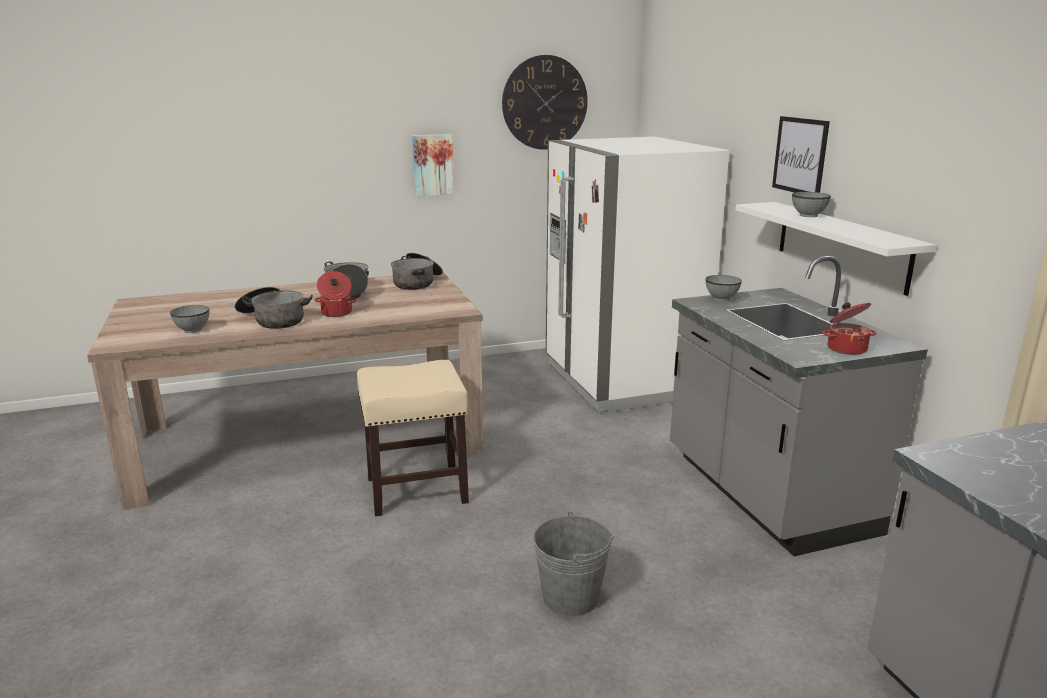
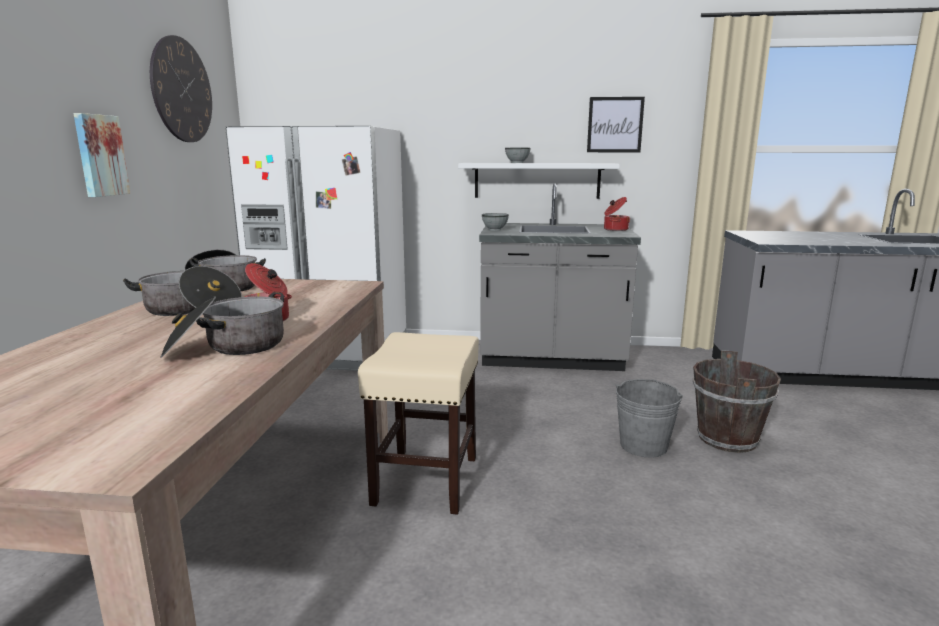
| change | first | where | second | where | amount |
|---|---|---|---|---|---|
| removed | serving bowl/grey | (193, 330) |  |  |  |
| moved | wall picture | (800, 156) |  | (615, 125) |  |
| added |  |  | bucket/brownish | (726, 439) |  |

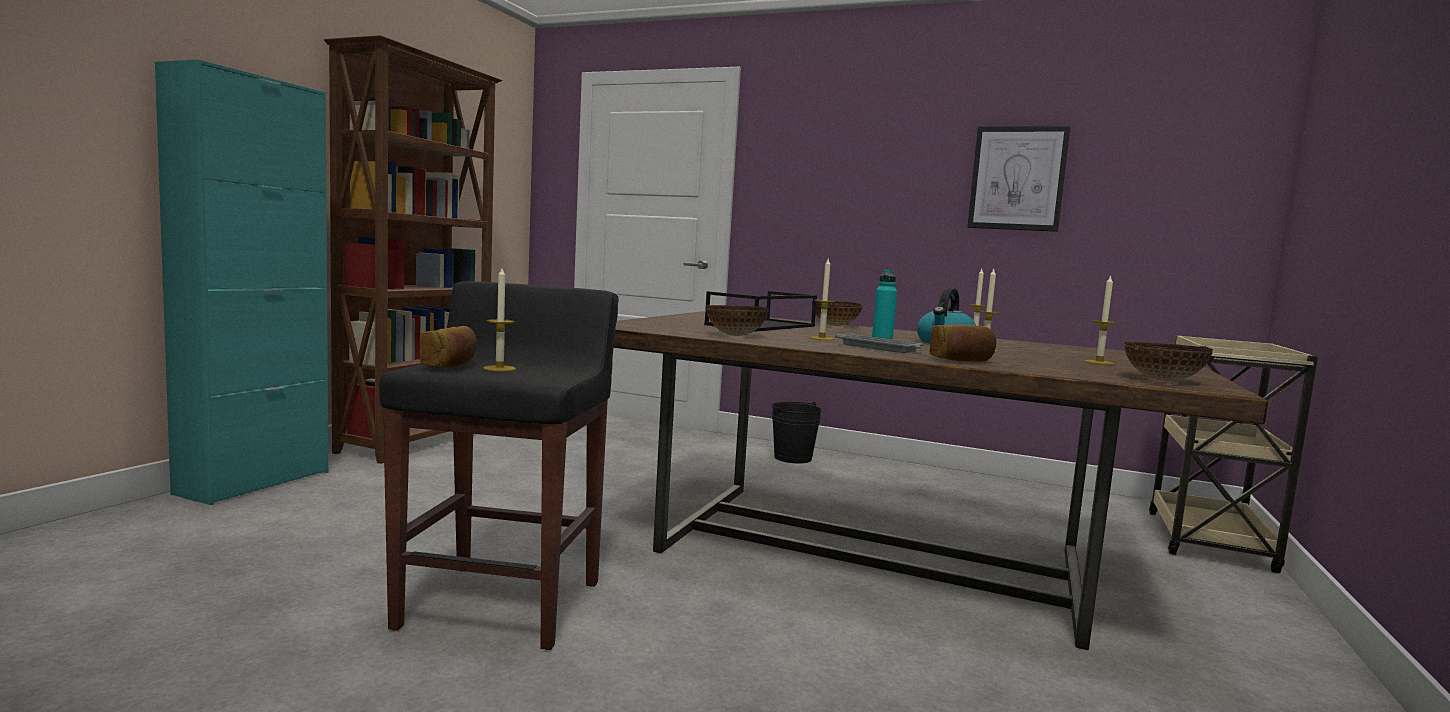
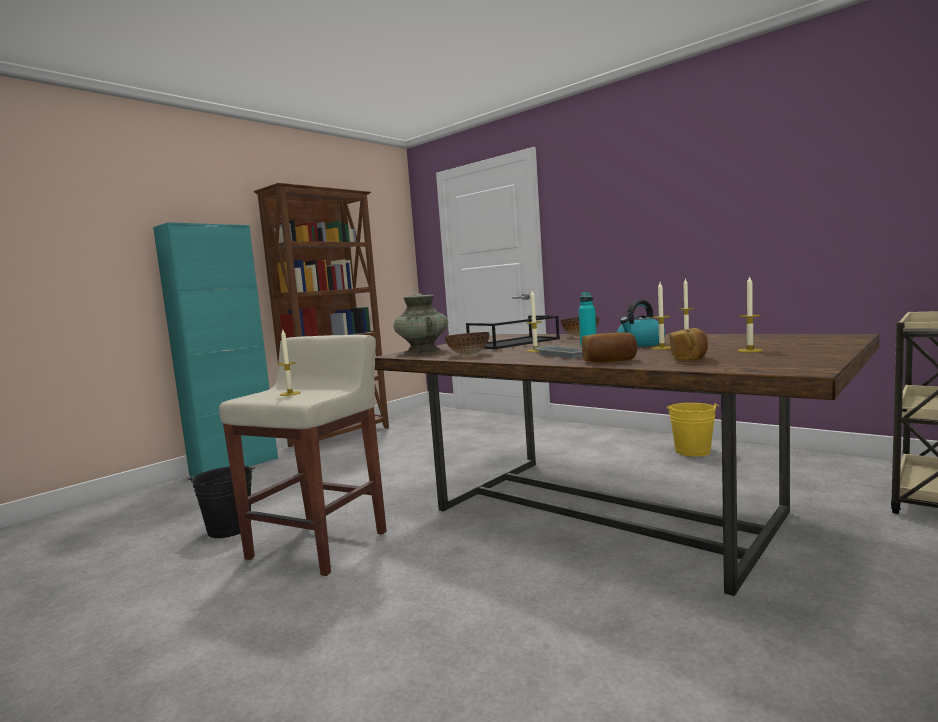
| change | first | where | second | where | amount |
|---|---|---|---|---|---|
| recoloured | sitting stool/black-coloured | (503, 603) | sitting stool/sand-coloured | (320, 544) |  |
| moved | bread | (450, 365) |  | (689, 359) |  |
| moved | bucket/black-coloured | (793, 458) |  | (229, 529) |  |
| removed | wall picture | (1017, 178) |  |  |  |
| removed | serving bowl | (1162, 380) |  |  |  |
| added |  |  | vase/blue-green | (422, 352) |  |
| added |  |  | bucket/yellow | (692, 451) |  |

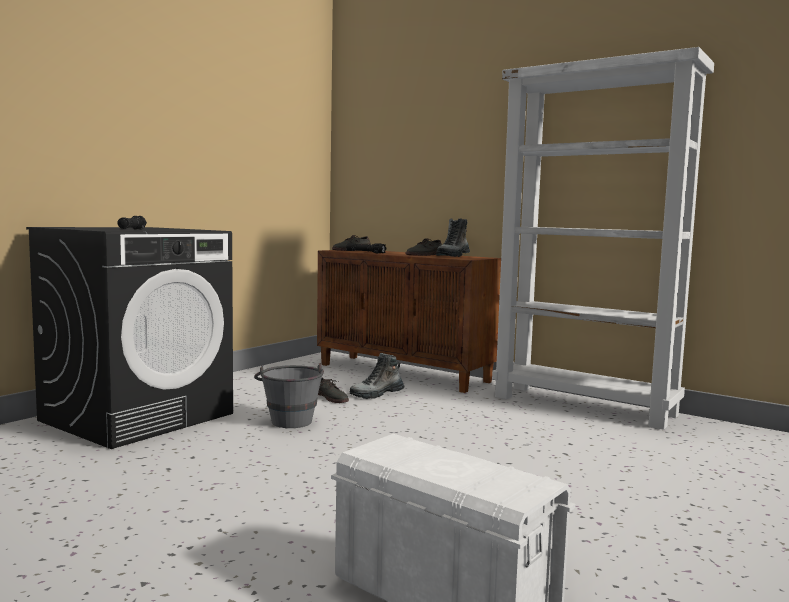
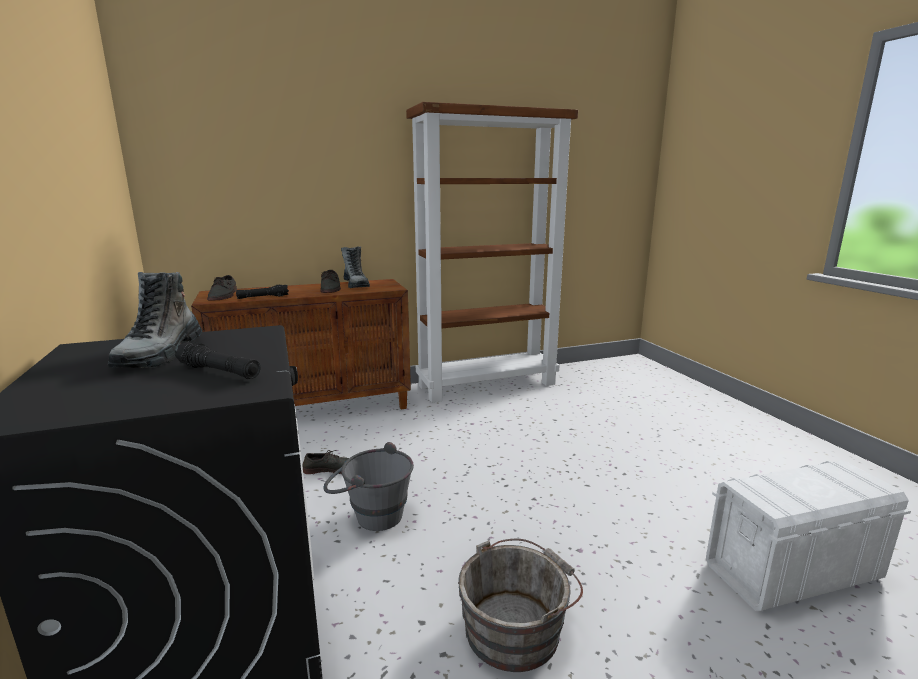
| change | first | where | second | where | amount |
|---|---|---|---|---|---|
| moved | high-top boot | (377, 394) |  | (161, 354) |  |
| recoloured | bookshelf/white-coloured | (585, 405) | bookshelf/brownish | (487, 384) |  |
| added |  |  | bucket/grey | (516, 627) |  |

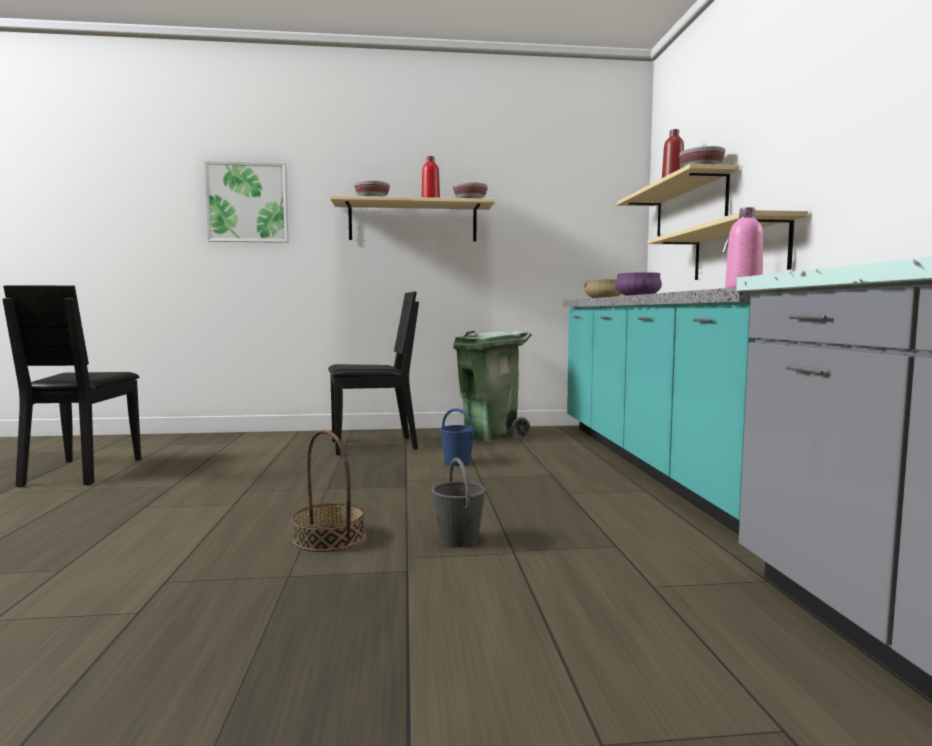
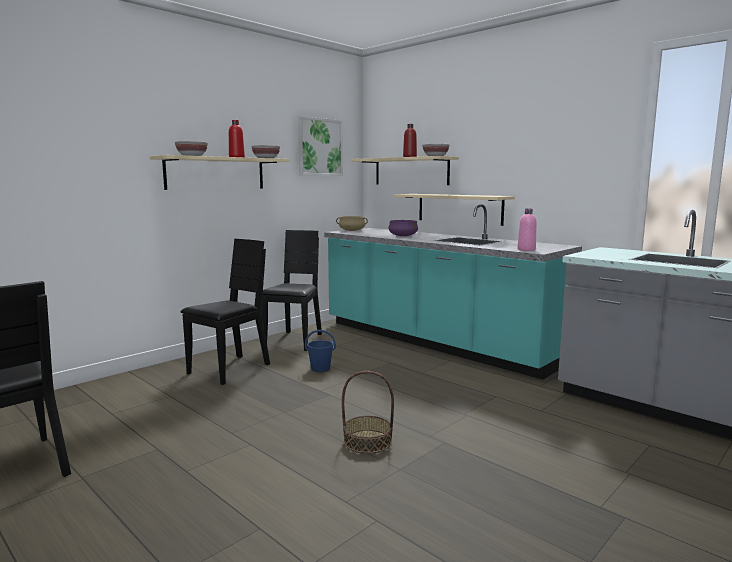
| change | first | where | second | where | amount |
|---|---|---|---|---|---|
| moved | wall picture | (247, 203) |  | (320, 147) |  |
| removed | bucket/grey | (458, 539) |  |  |  |
| replaced | waste bin/green-coloured | (491, 436) | chair/black-coloured | (294, 341) |  |

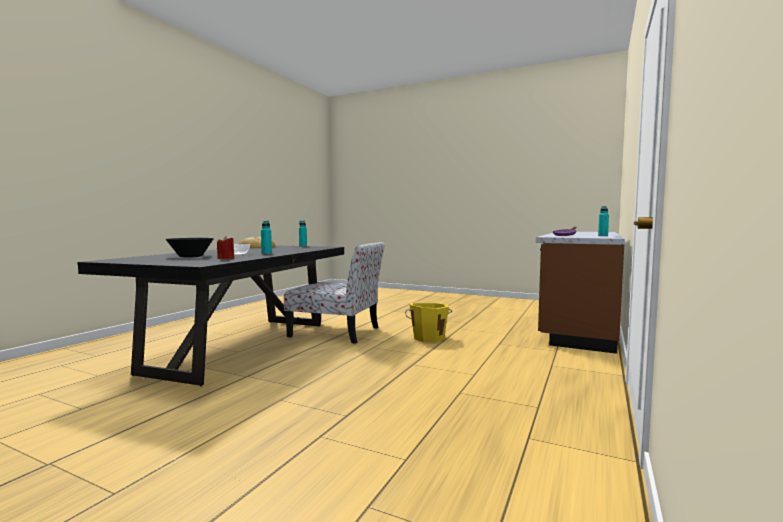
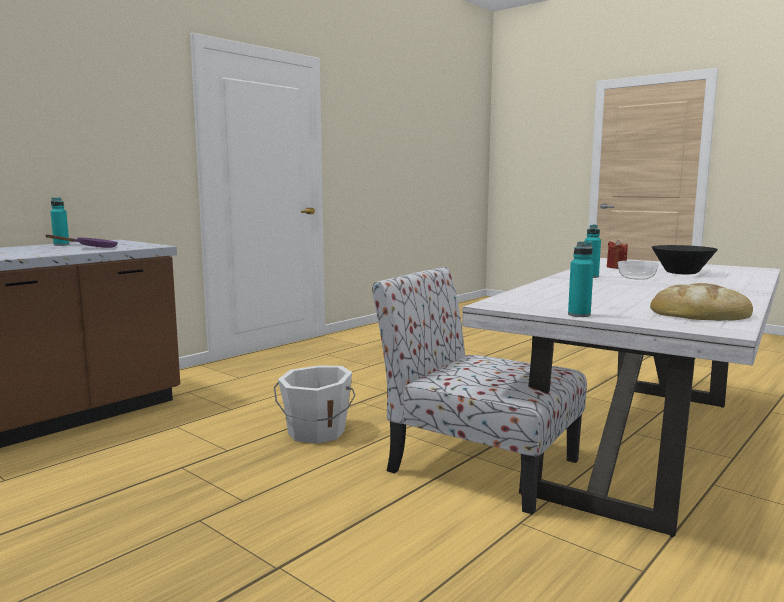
| change | first | where | second | where | amount |
|---|---|---|---|---|---|
| recoloured | dining table/black-coloured | (243, 346) | dining table/white-coloured | (638, 443) |  |
| recoloured | bucket/yellow | (428, 337) | bucket/white-coloured | (316, 432) |  |

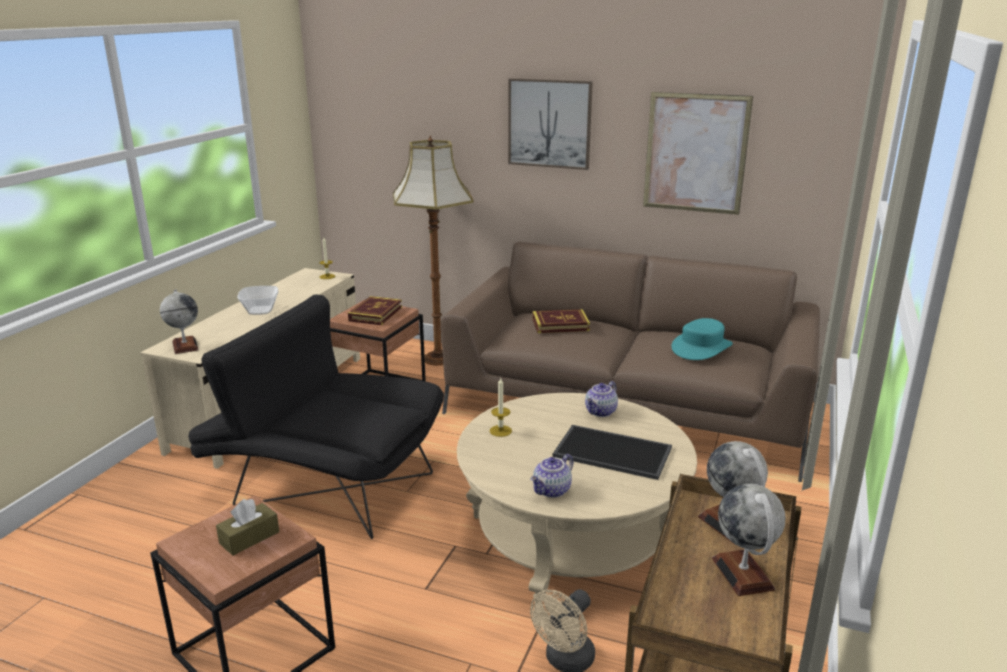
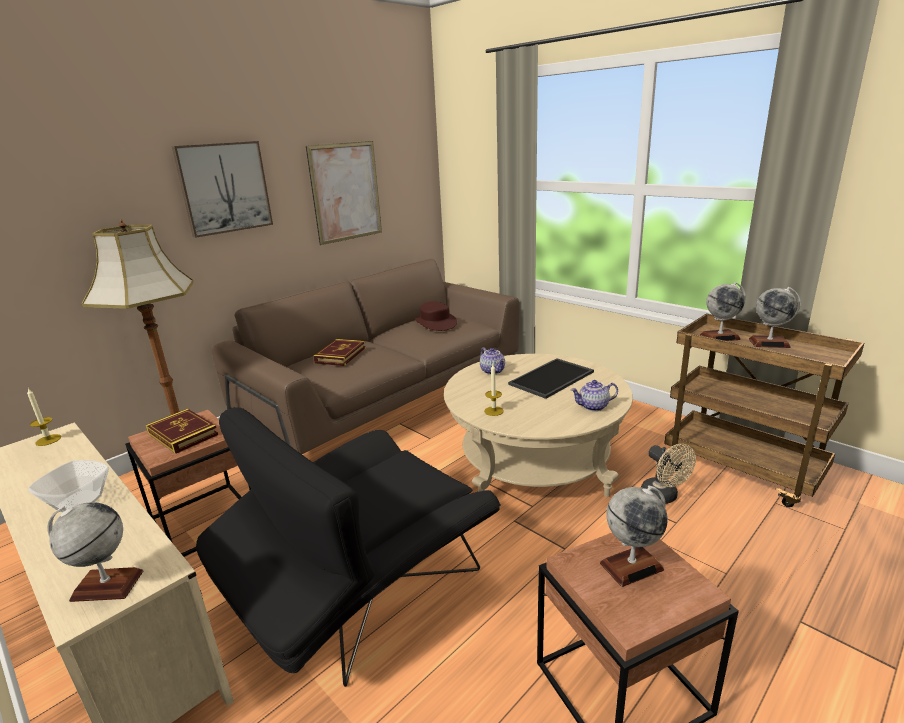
| change | first | where | second | where | amount |
|---|---|---|---|---|---|
| replaced | tissue box/brownish | (249, 537) | desk globe | (631, 566) |  |
| turned | pot for tea | (552, 491) |  | (593, 407) | 105 degrees clockwise |
| recoloured | wearable hat/blue-green | (701, 347) | wearable hat/brownish | (435, 323) |  |

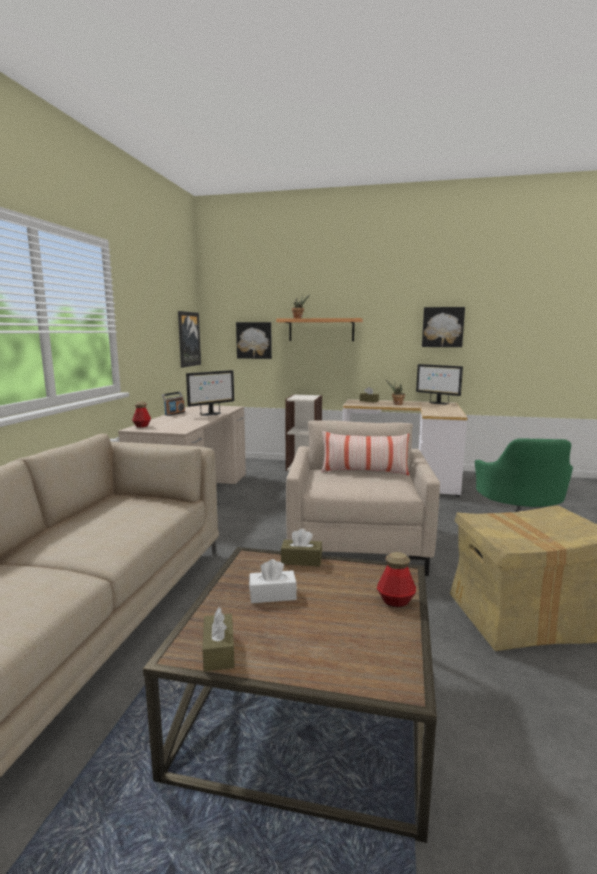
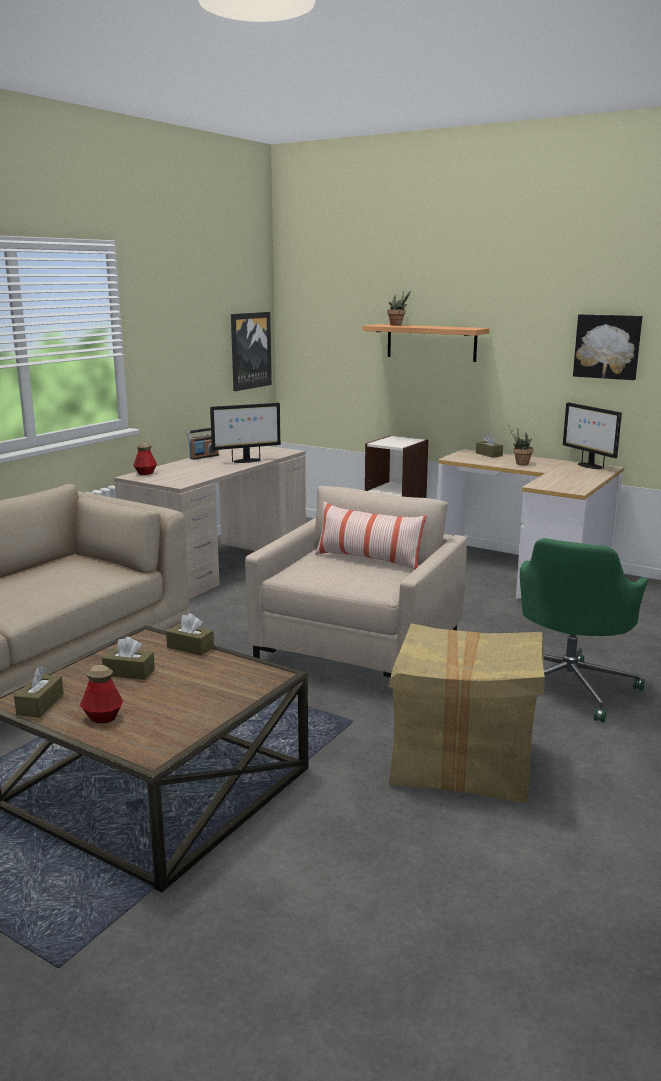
| change | first | where | second | where | amount |
|---|---|---|---|---|---|
| removed | wall picture | (254, 340) |  |  |  |
| recoloured | tissue box/white-coloured | (272, 595) | tissue box/brownish | (129, 672) |  |
| moved | beverage bottle | (395, 601) |  | (103, 717) |  |

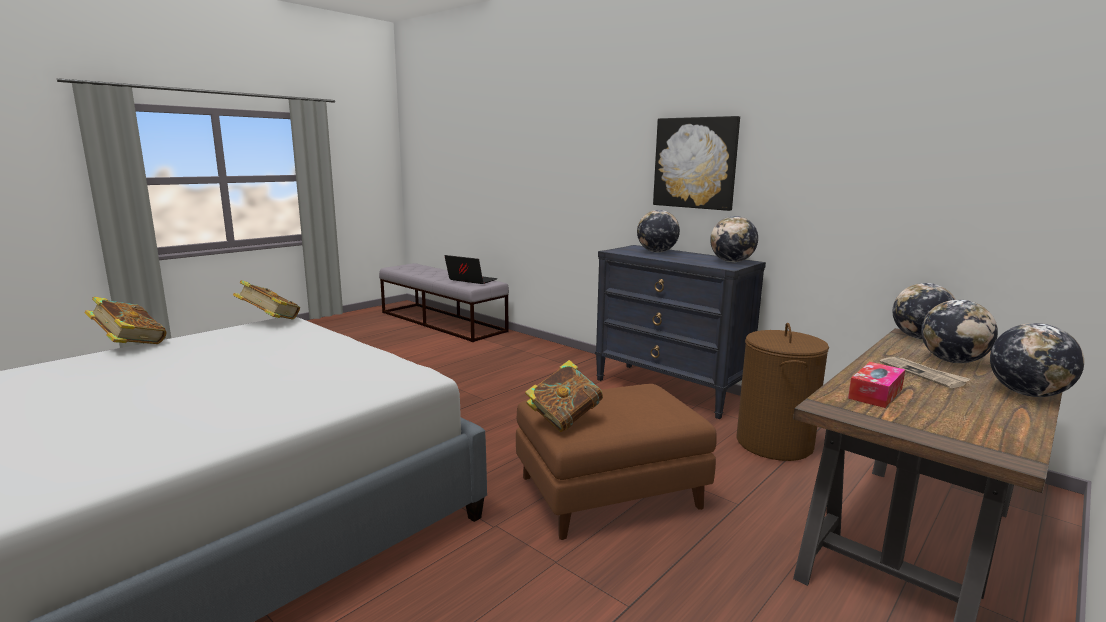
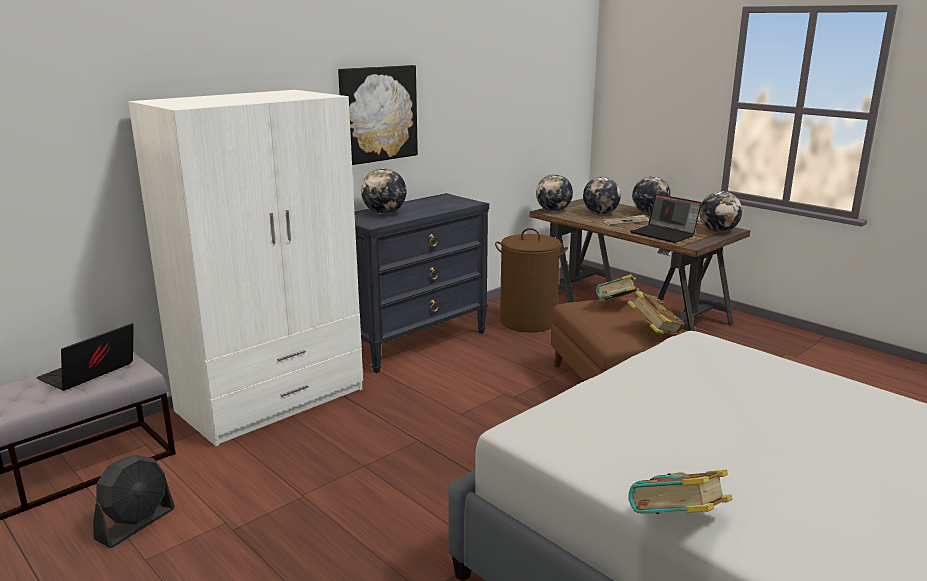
| change | first | where | second | where | amount |
|---|---|---|---|---|---|
| moved | book | (269, 321) |  | (616, 306) |  |
| moved | desk globe | (732, 262) |  | (718, 231) |  |
| replaced | tissue box | (875, 393) | notebook computer | (664, 234) |  |
| added |  |  | fan/black-coloured | (136, 524) |  |
| added |  |  | clothes cupboard/white-coloured | (272, 400) |  |

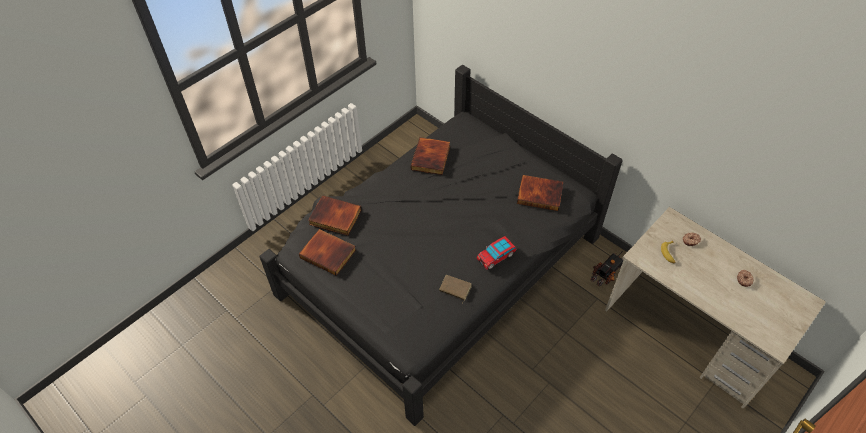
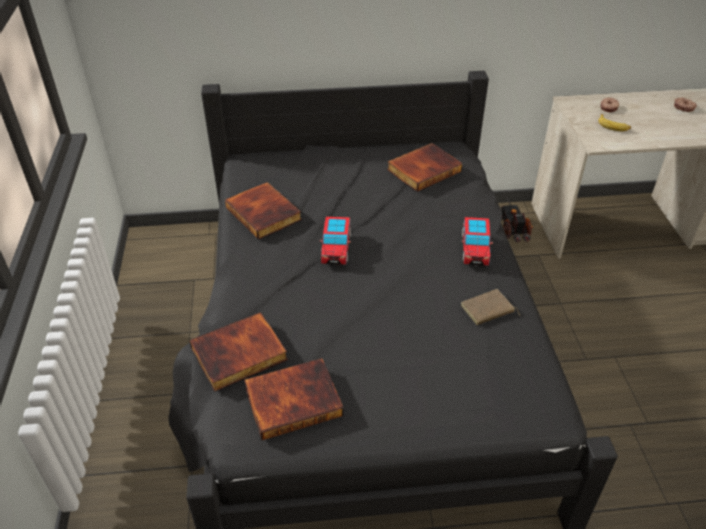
| change | first | where | second | where | amount |
|---|---|---|---|---|---|
| added |  |  | model car | (336, 247) |  |

